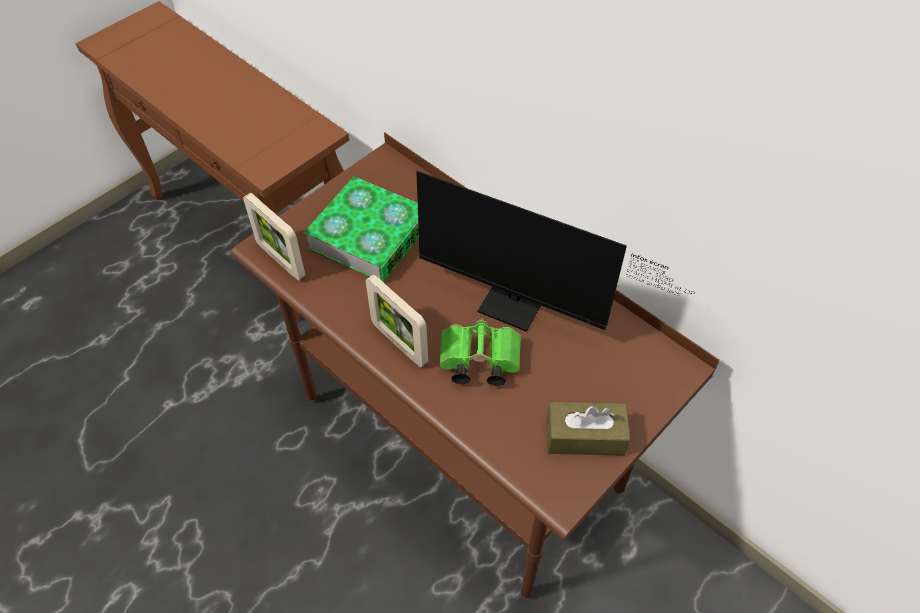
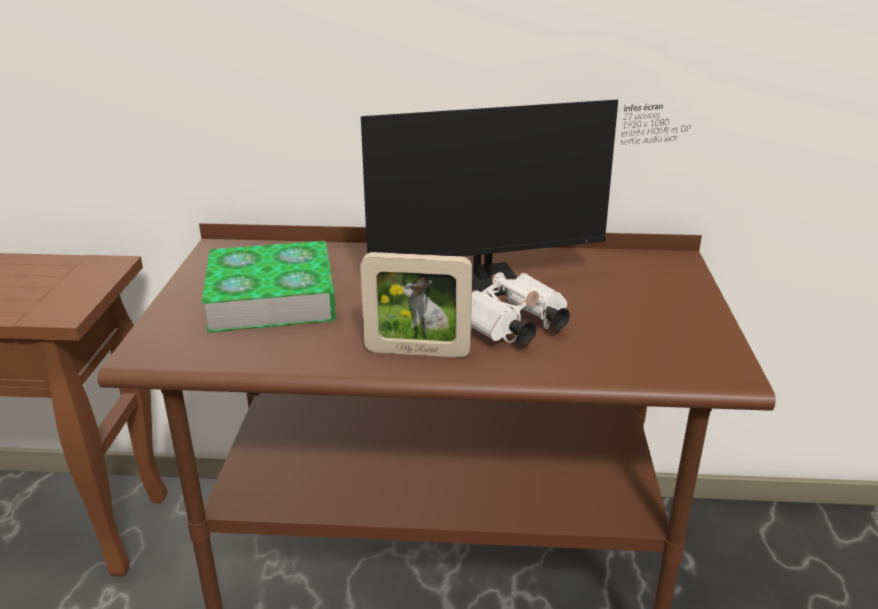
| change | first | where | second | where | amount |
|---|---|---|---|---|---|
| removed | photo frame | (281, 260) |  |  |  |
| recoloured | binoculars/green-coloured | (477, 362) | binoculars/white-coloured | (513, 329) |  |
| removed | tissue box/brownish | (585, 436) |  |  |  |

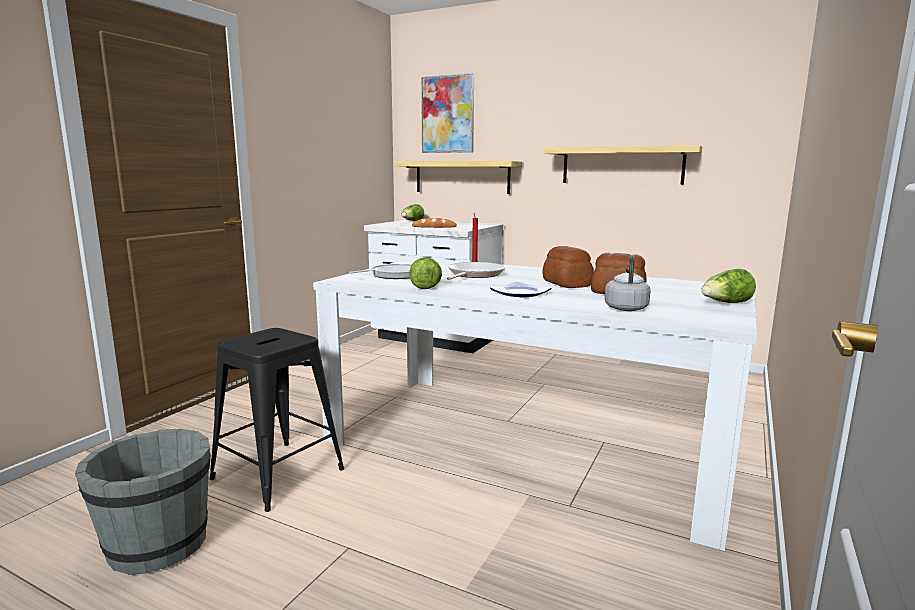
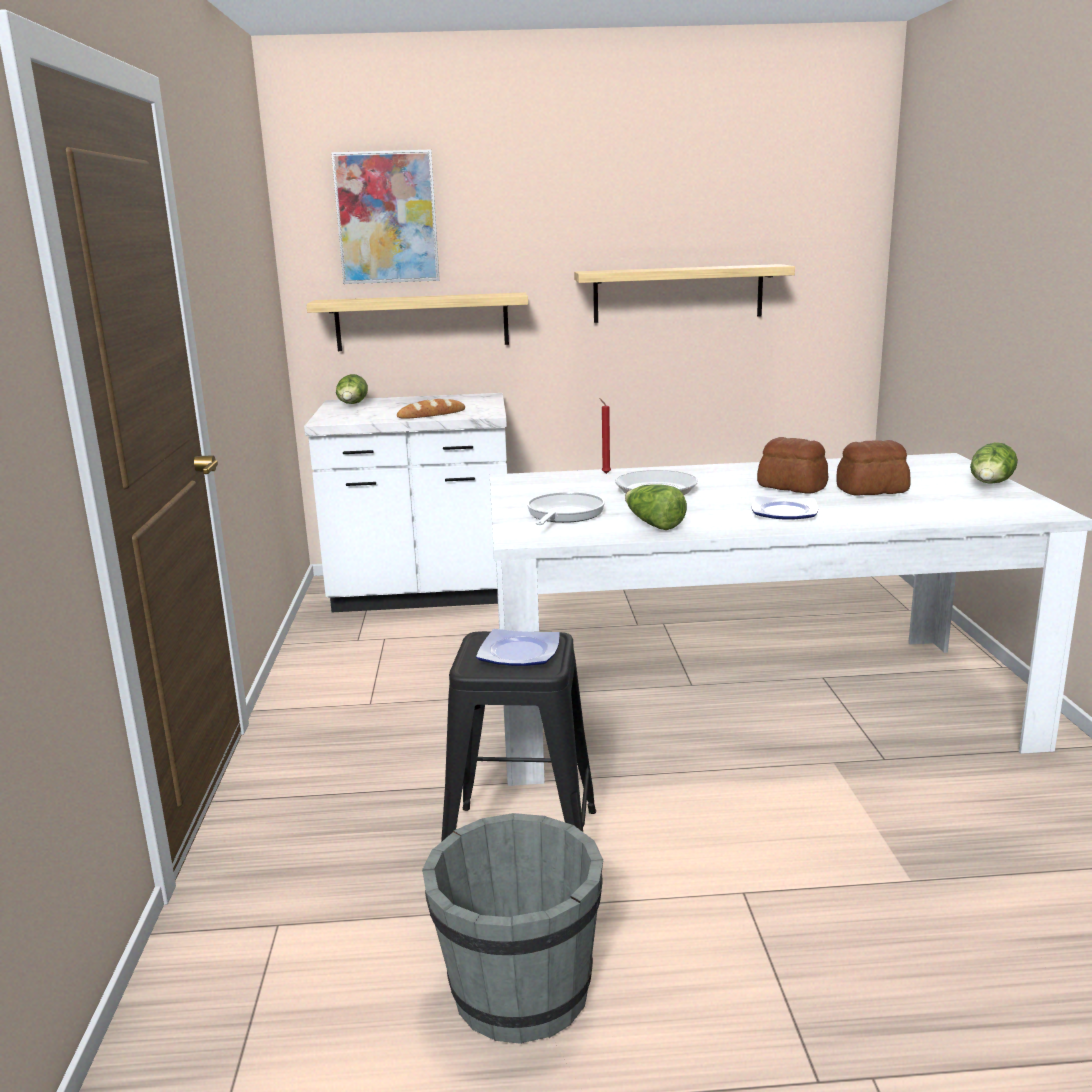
| change | first | where | second | where | amount |
|---|---|---|---|---|---|
| removed | kettle/grey | (626, 308) |  |  |  |
| added |  |  | flat dish | (517, 653) |  |

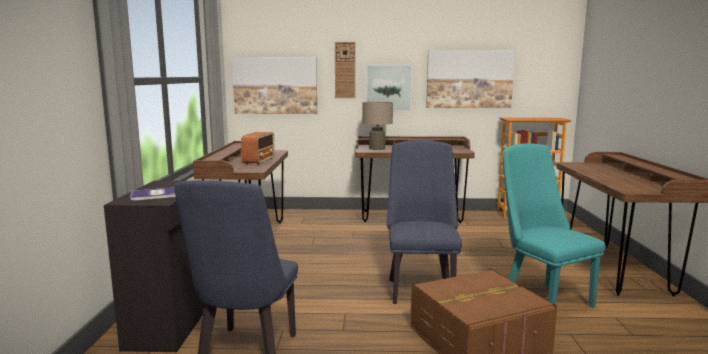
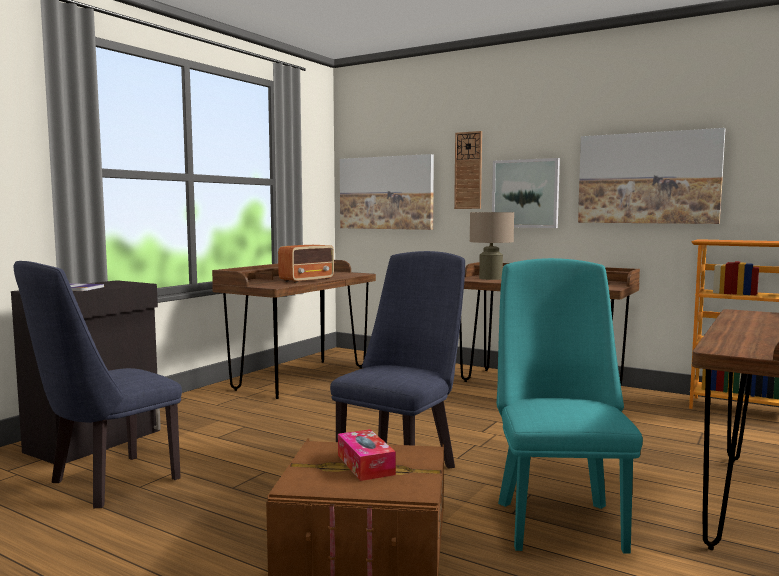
| change | first | where | second | where | amount |
|---|---|---|---|---|---|
| added |  |  | tissue box | (365, 465) |  |

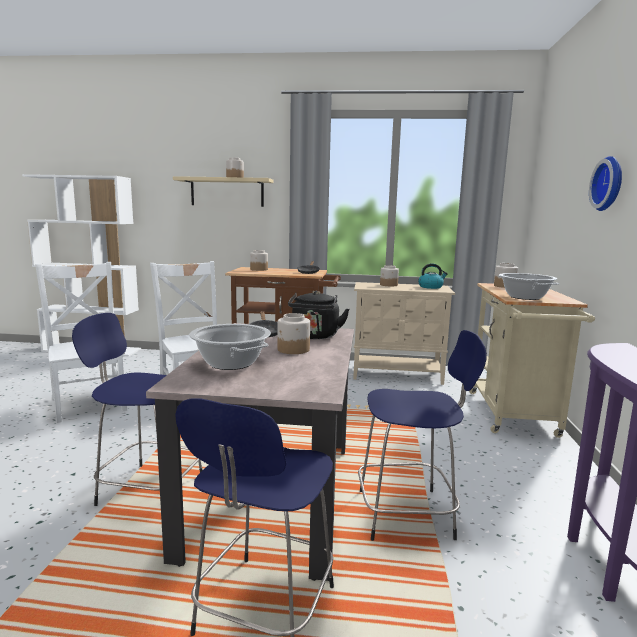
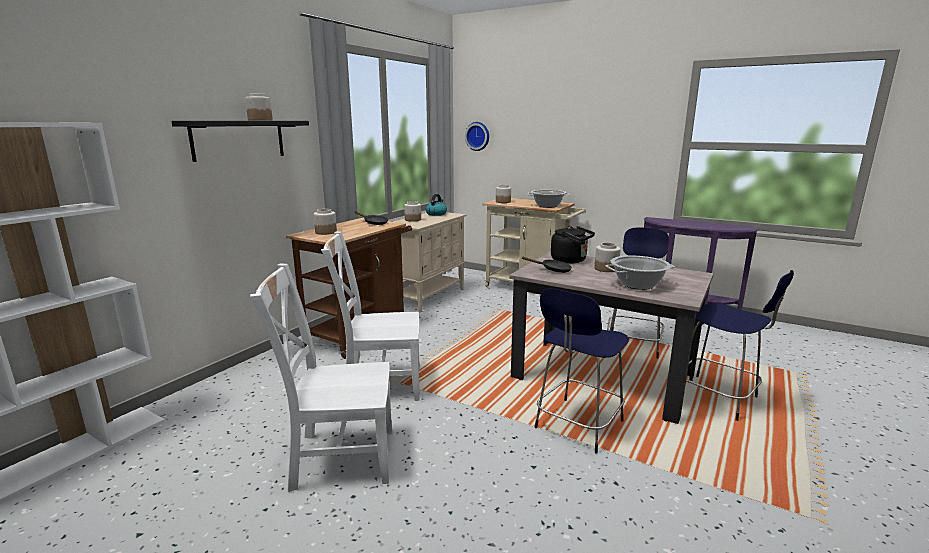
| change | first | where | second | where | amount |
|---|---|---|---|---|---|
| recoloured | wall shelf/sand-coloured | (227, 192) | wall shelf/black-coloured | (239, 139) |  |
| moved | clock on the wall | (610, 184) |  | (478, 136) |  |

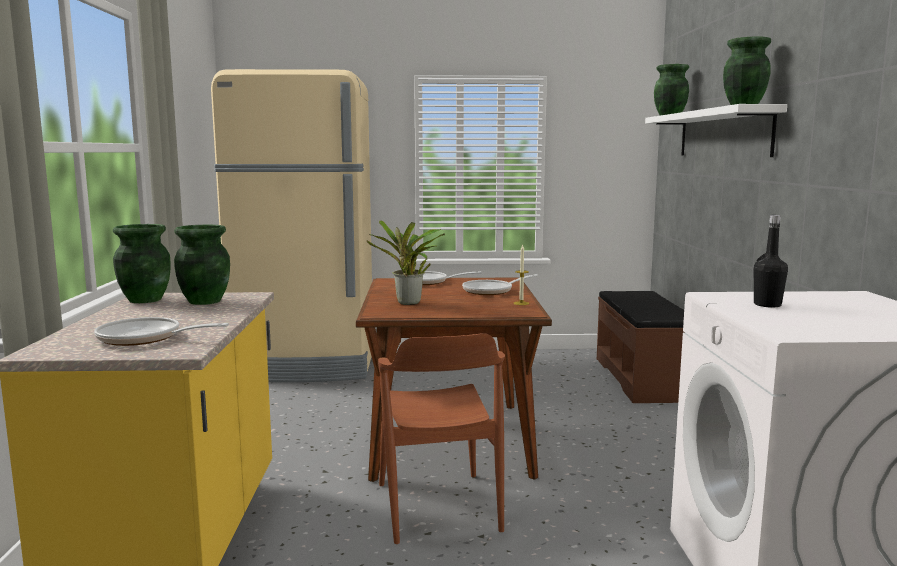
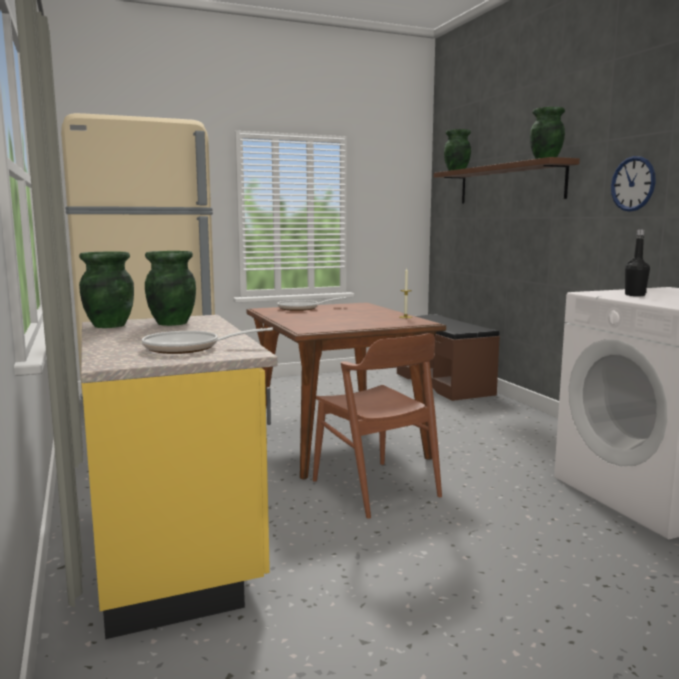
| change | first | where | second | where | amount |
|---|---|---|---|---|---|
| removed | potted plant | (408, 304) |  |  |  |
| removed | frying pan | (491, 291) |  |  |  |
| recoloured | wall shelf/white-coloured | (722, 134) | wall shelf/brownish | (509, 184) |  |
| added |  |  | clock on the wall | (633, 184) |  |

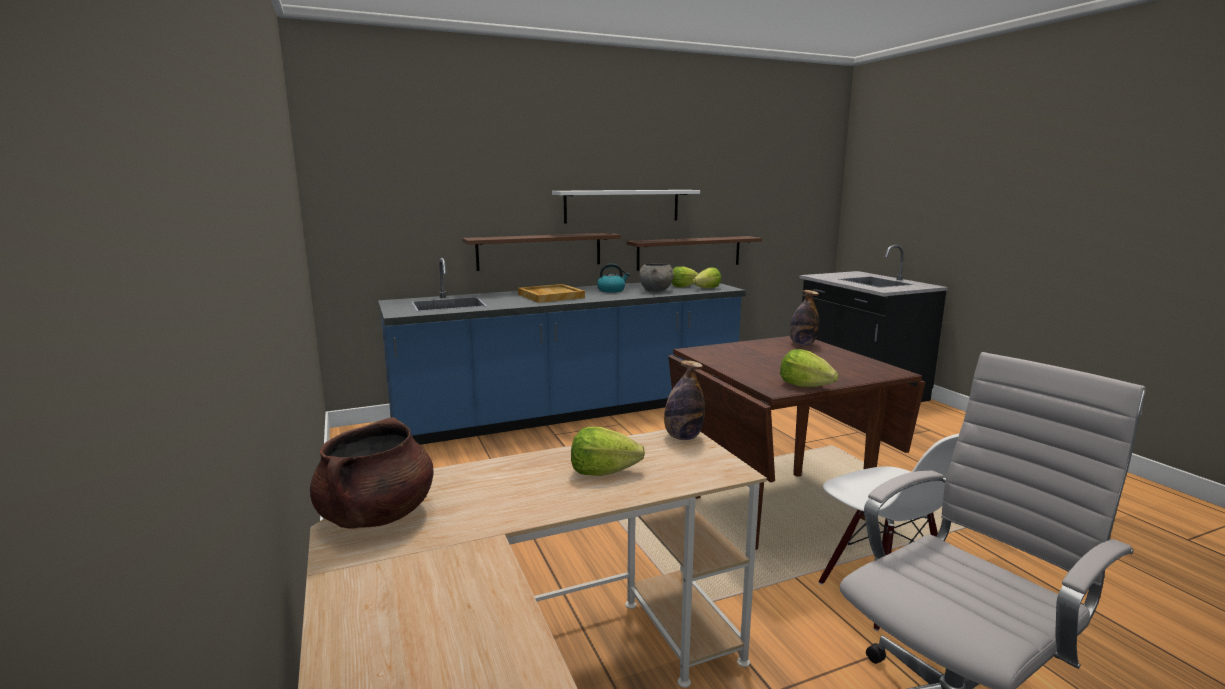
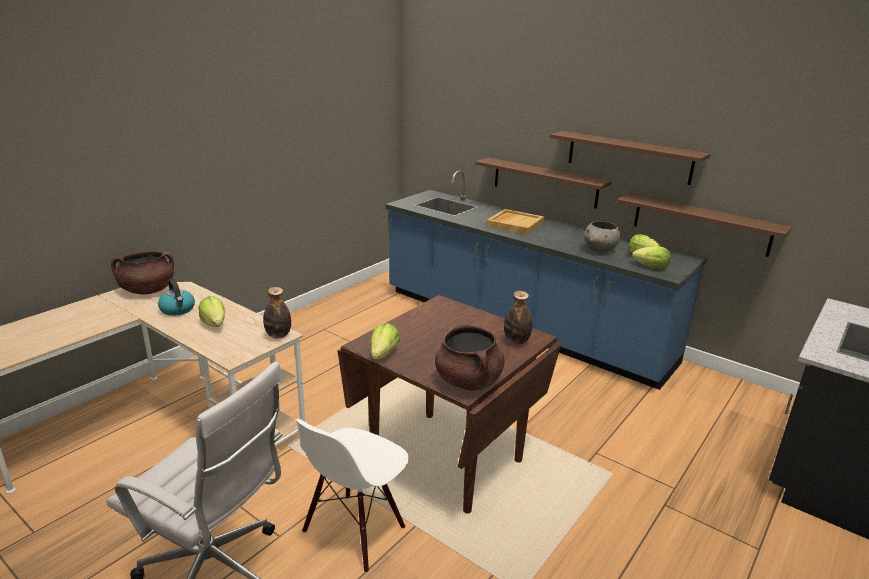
| change | first | where | second | where | amount |
|---|---|---|---|---|---|
| recoloured | wall shelf/white-coloured | (622, 206) | wall shelf/brownish | (628, 157) |  |
| moved | kettle | (611, 290) |  | (178, 310) |  |
| added |  |  | saucepot/brownish | (468, 381) |  |

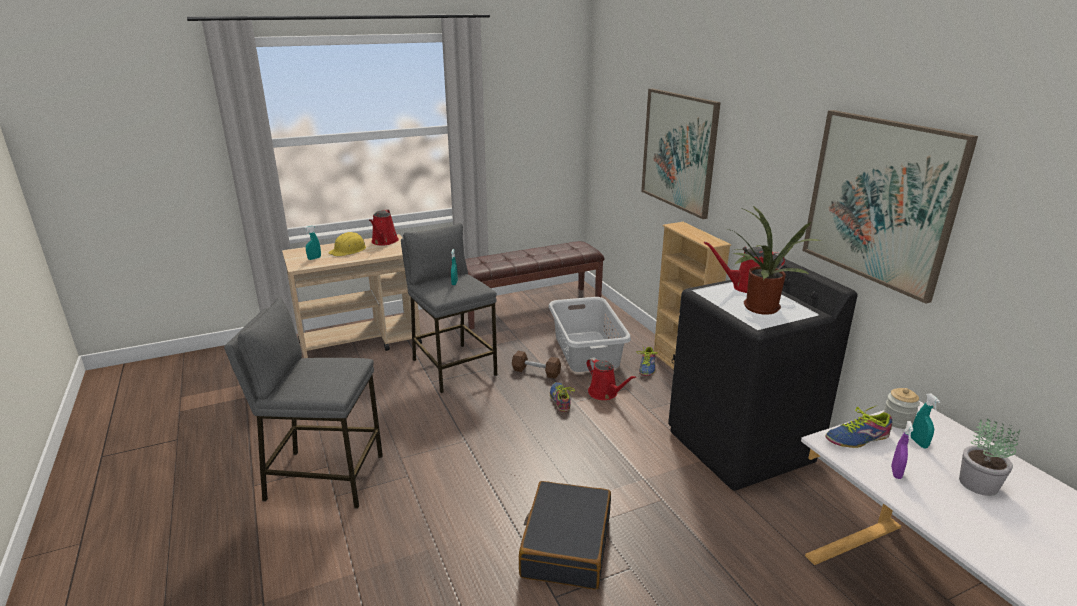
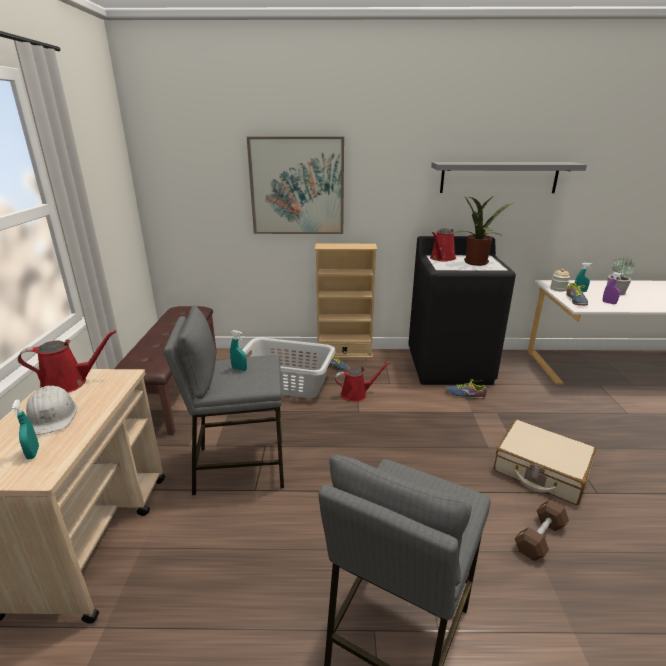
| change | first | where | second | where | amount |
|---|---|---|---|---|---|
| recoloured | work helmet/yellow | (348, 250) | work helmet/white-coloured | (52, 416) |  |
| turned | sprinkling can/red-coloured | (384, 242) |  | (69, 383) | 45 degrees counterclockwise |
| moved | hand weight/brownish | (536, 372) |  | (540, 538) |  |
| recoloured | piece of luggage/black-coloured | (565, 545) | piece of luggage/sand-coloured | (540, 470) |  |
| moved | item of footwear | (560, 400) |  | (465, 395) |  |
| replaced | wall picture | (880, 201) | wall shelf/grey | (499, 177) |  |

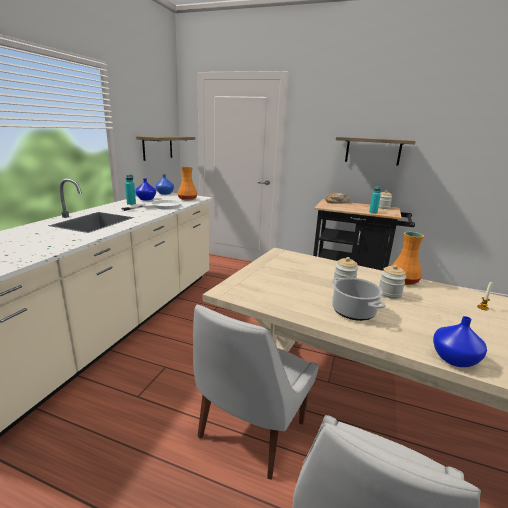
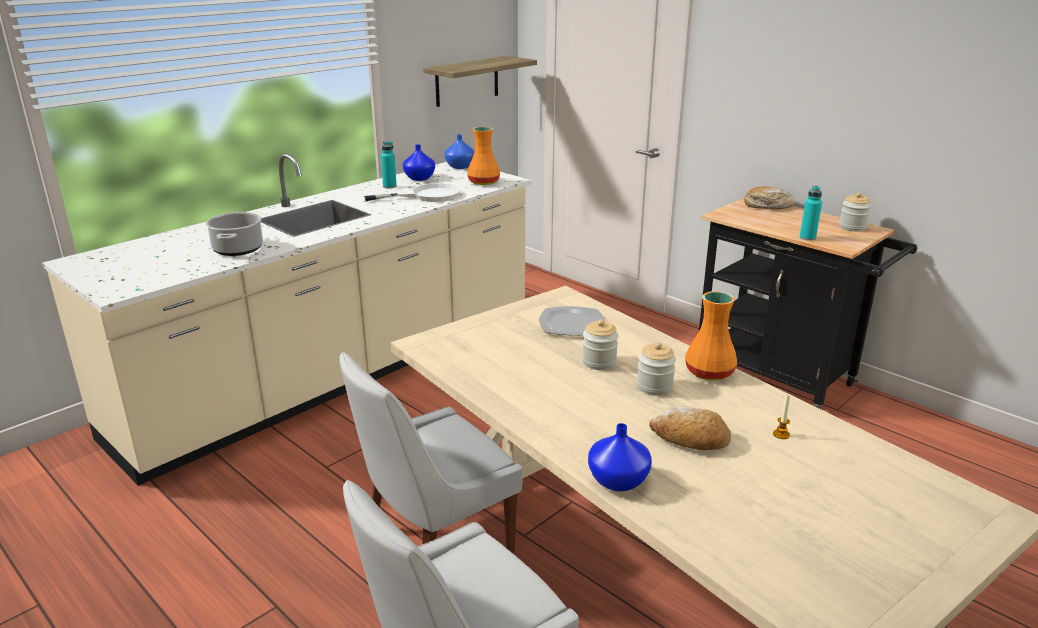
| change | first | where | second | where | amount |
|---|---|---|---|---|---|
| moved | saucepot | (354, 311) |  | (238, 249) |  |
| removed | wall shelf | (373, 151) |  |  |  |
| added |  |  | flat dish | (571, 323) |  |
| added |  |  | bread | (690, 439) |  |

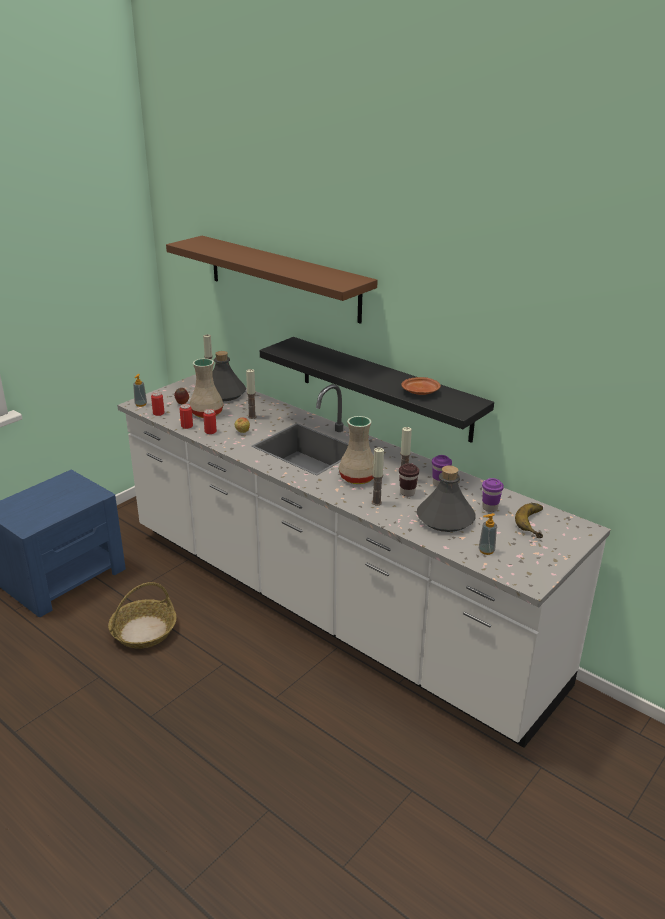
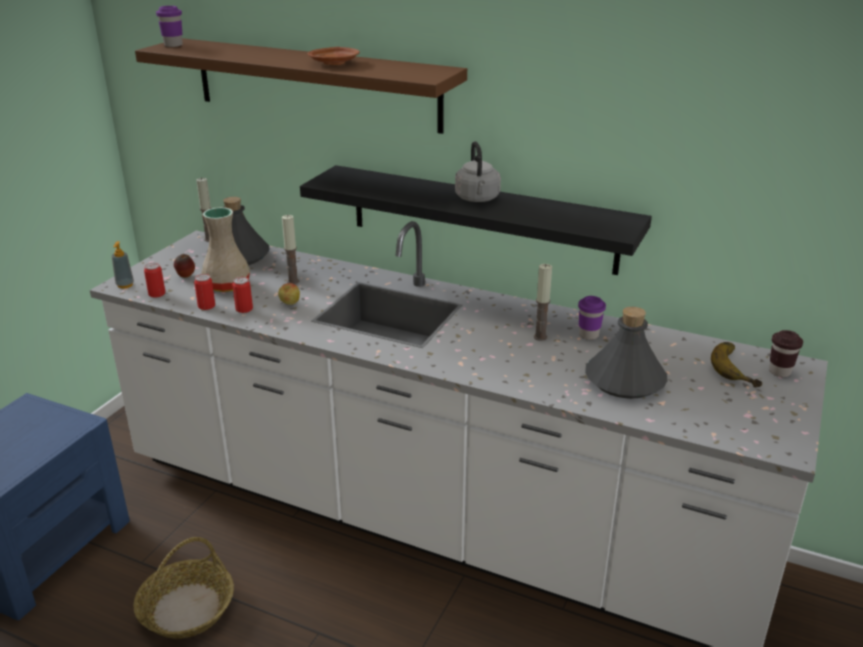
| change | first | where | second | where | amount |
|---|---|---|---|---|---|
| removed | vase/sand-coloured | (358, 477) |  |  |  |
| removed | wax candle | (376, 502) |  |  |  |
| moved | small cup/brownish | (407, 493) |  | (779, 372) |  |
| moved | flat dish/brownish | (421, 392) |  | (334, 63) |  |
| removed | soap bottle | (486, 551) |  |  |  |
| moved | small cup/purplish | (490, 508) |  | (173, 45) |  |
| added |  |  | kettle/grey | (477, 199) |  |

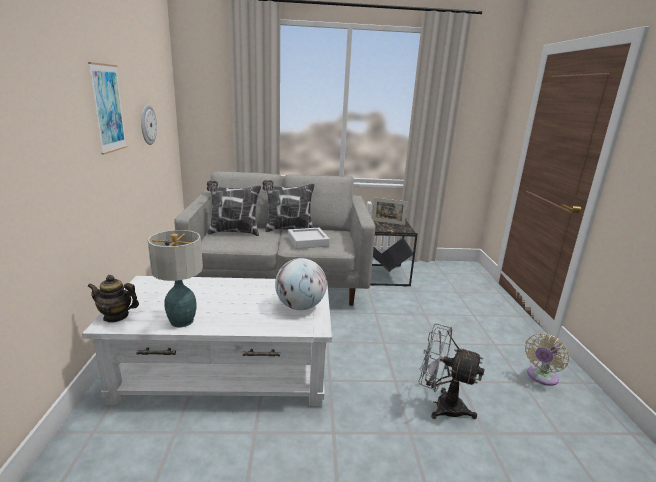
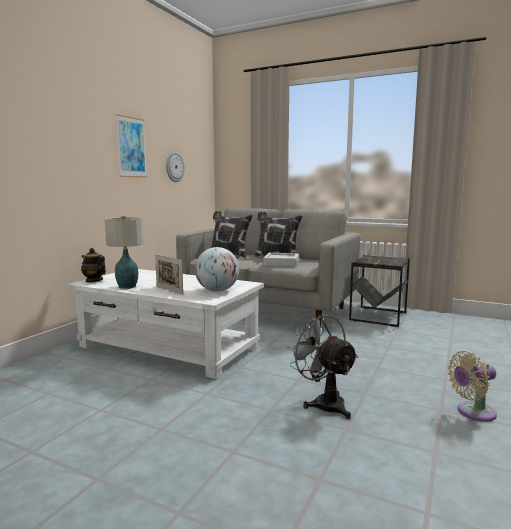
| change | first | where | second | where | amount |
|---|---|---|---|---|---|
| moved | photo frame | (388, 222) |  | (169, 290) |  |

